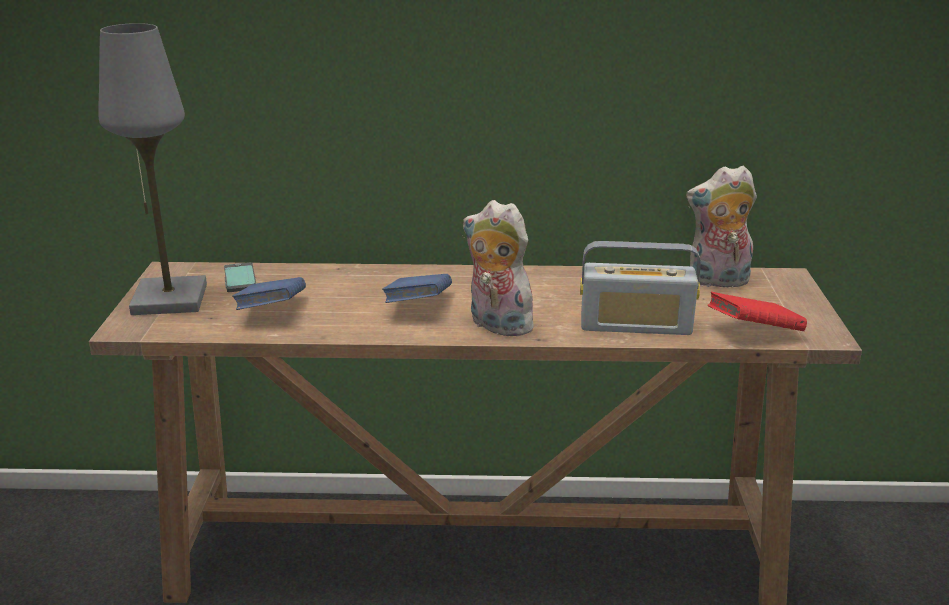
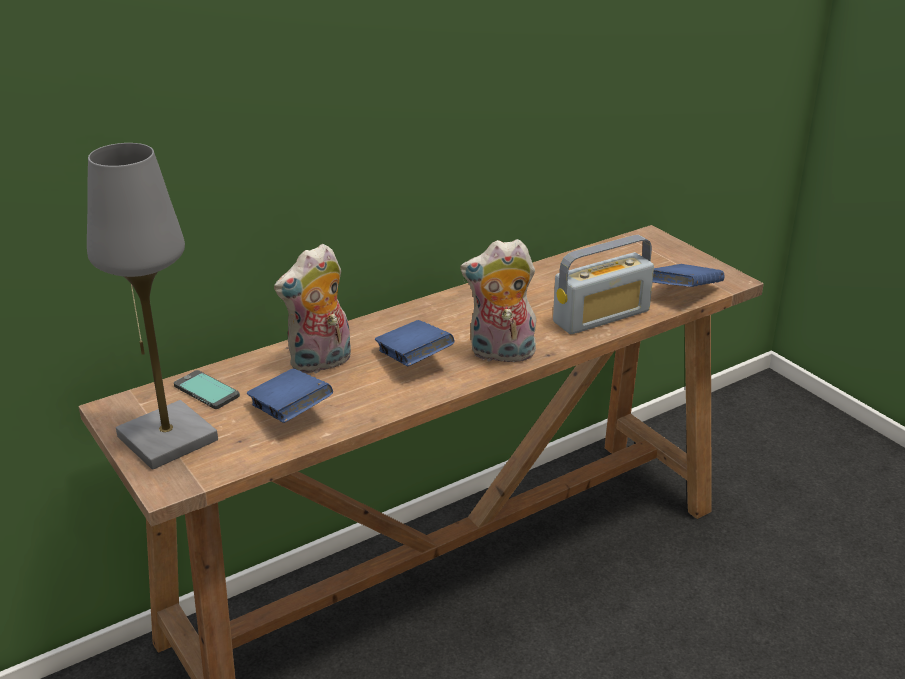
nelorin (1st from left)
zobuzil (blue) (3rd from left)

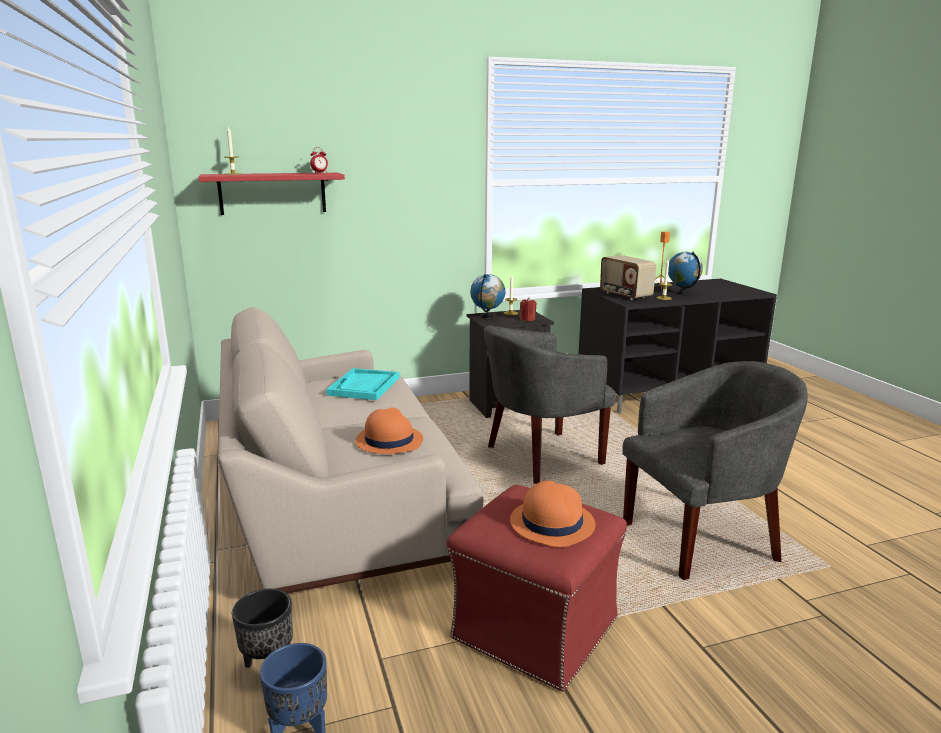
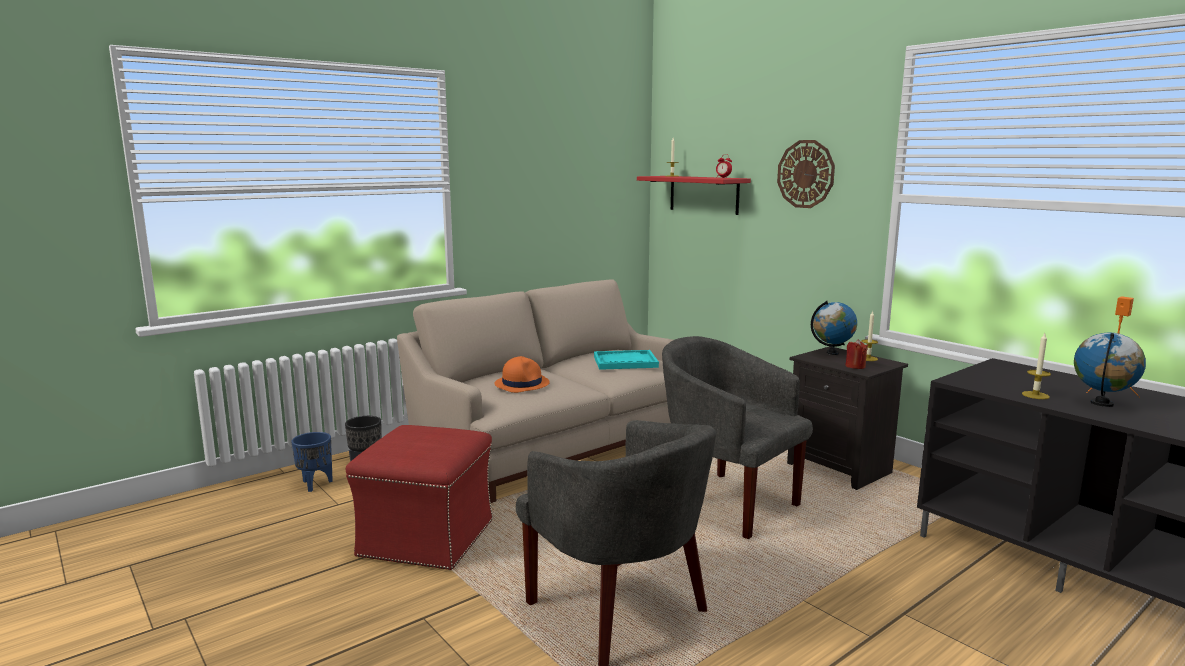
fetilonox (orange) (2nd from left in the first image)
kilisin
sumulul

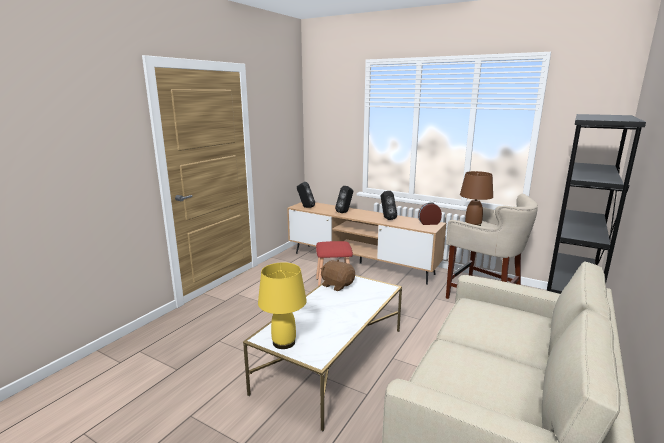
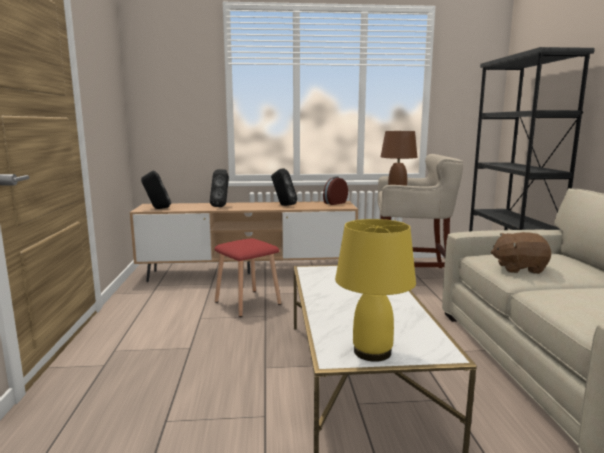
nelorin (brown)

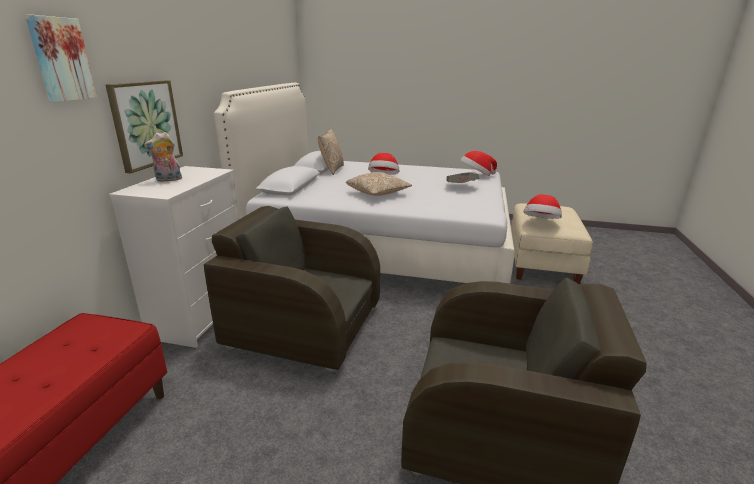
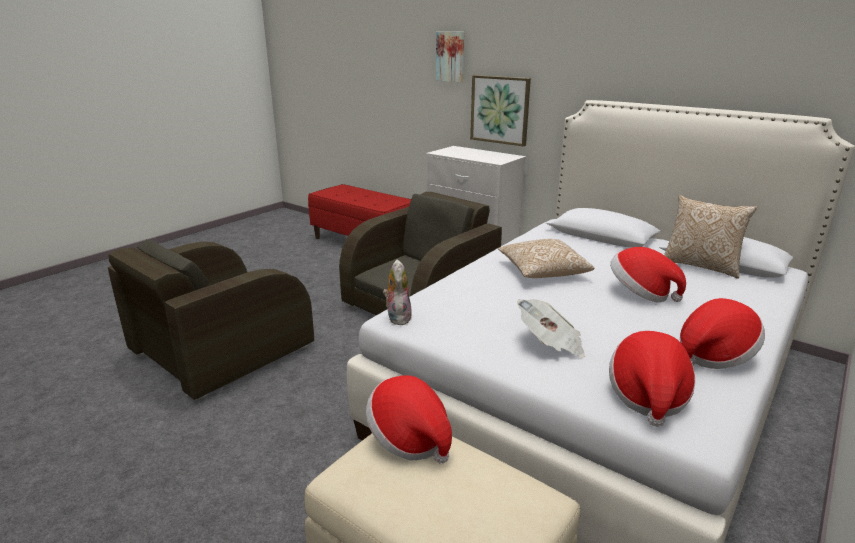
nelorin
fetilonox (4th from left)

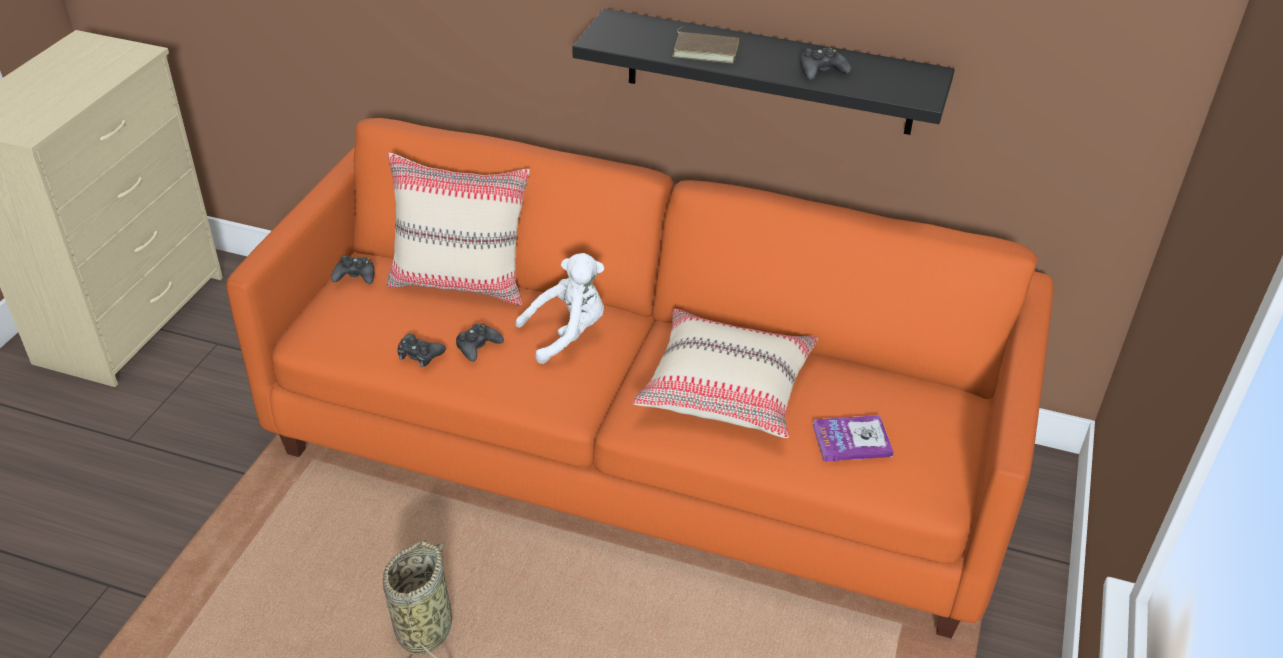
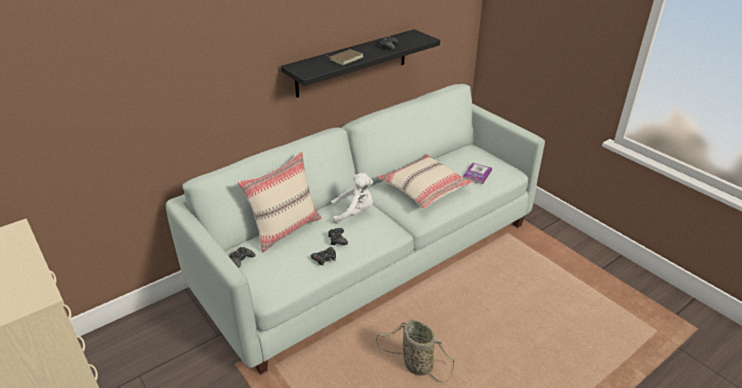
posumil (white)
nelorin (white)

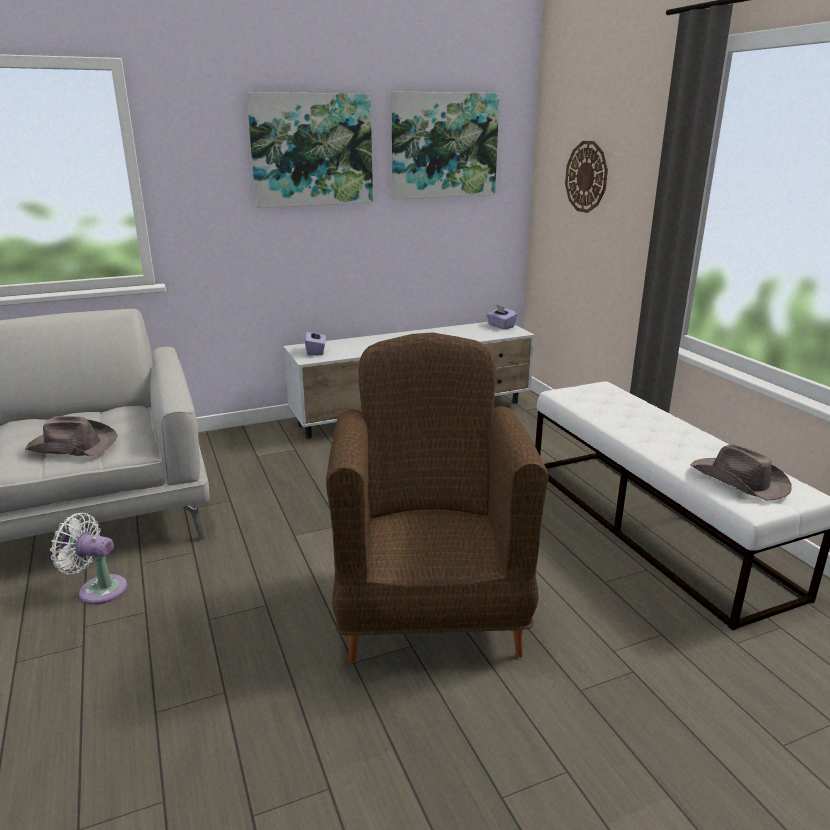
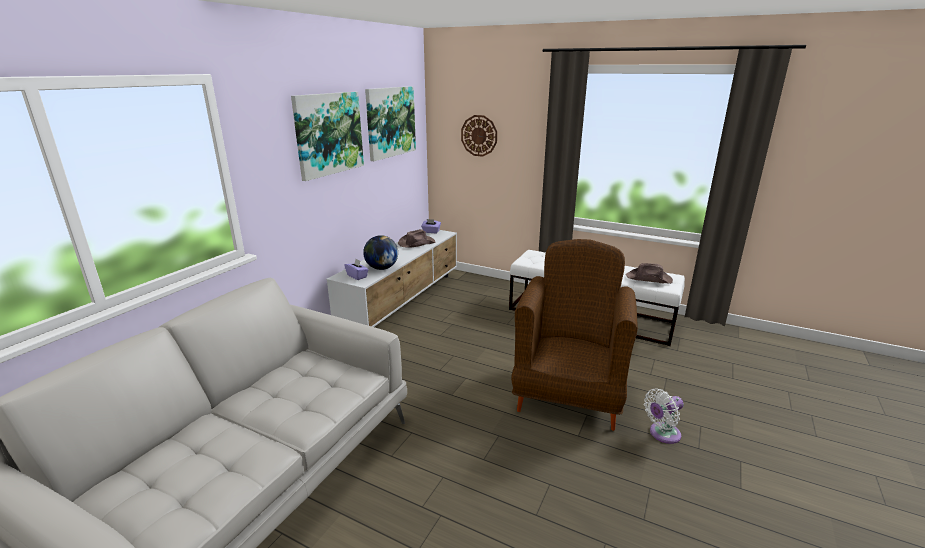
fetilonox (brown) (1st from left)
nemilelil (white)
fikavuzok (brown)
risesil

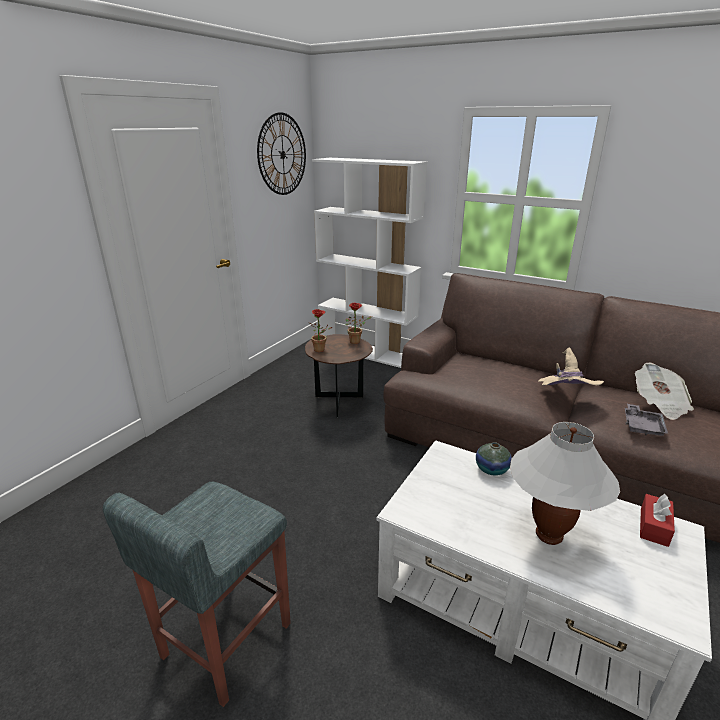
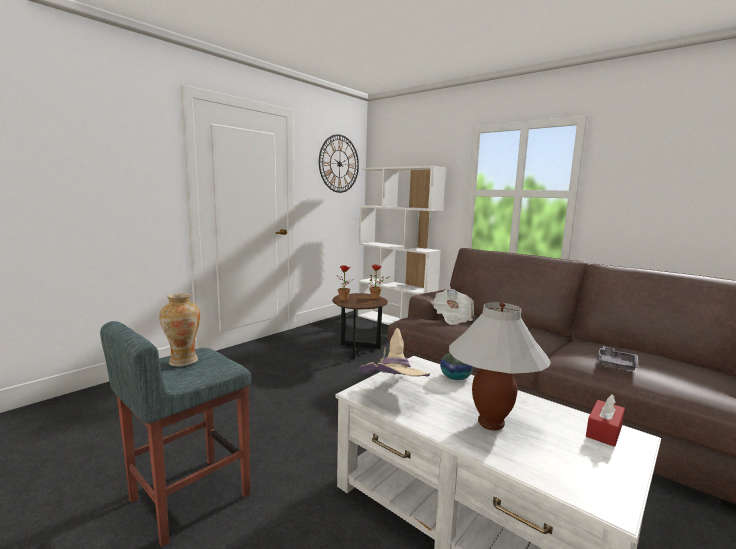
fetilonox (beige)
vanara
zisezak (1st from left)

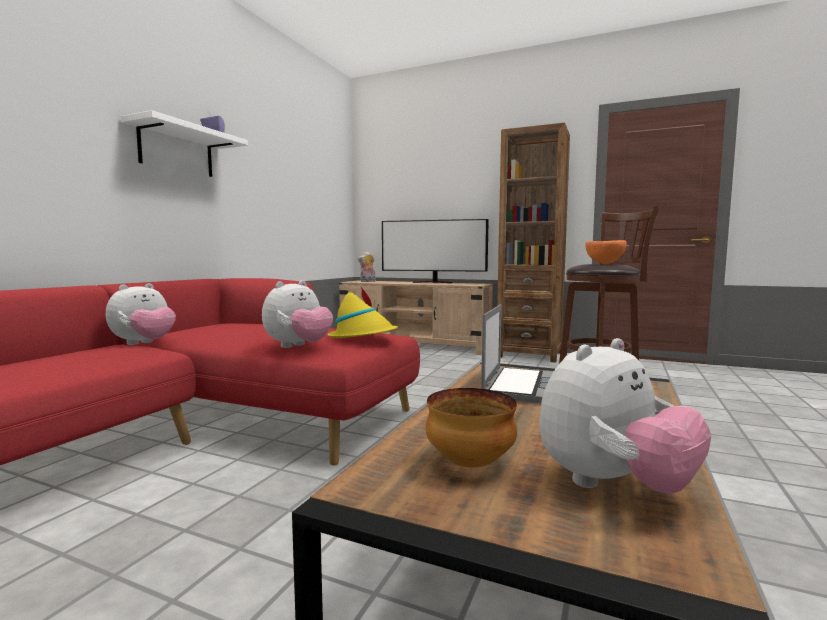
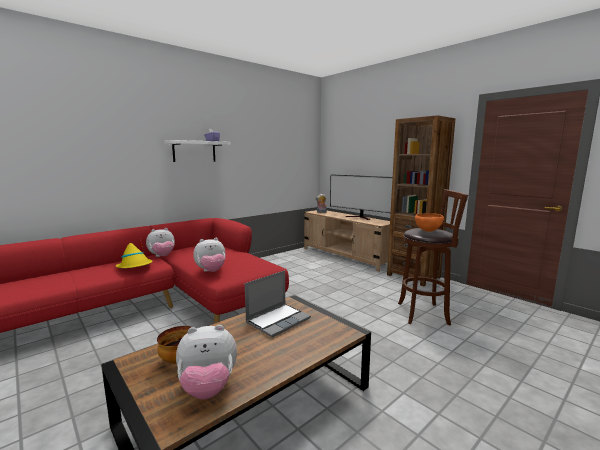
fetilonox (yellow)

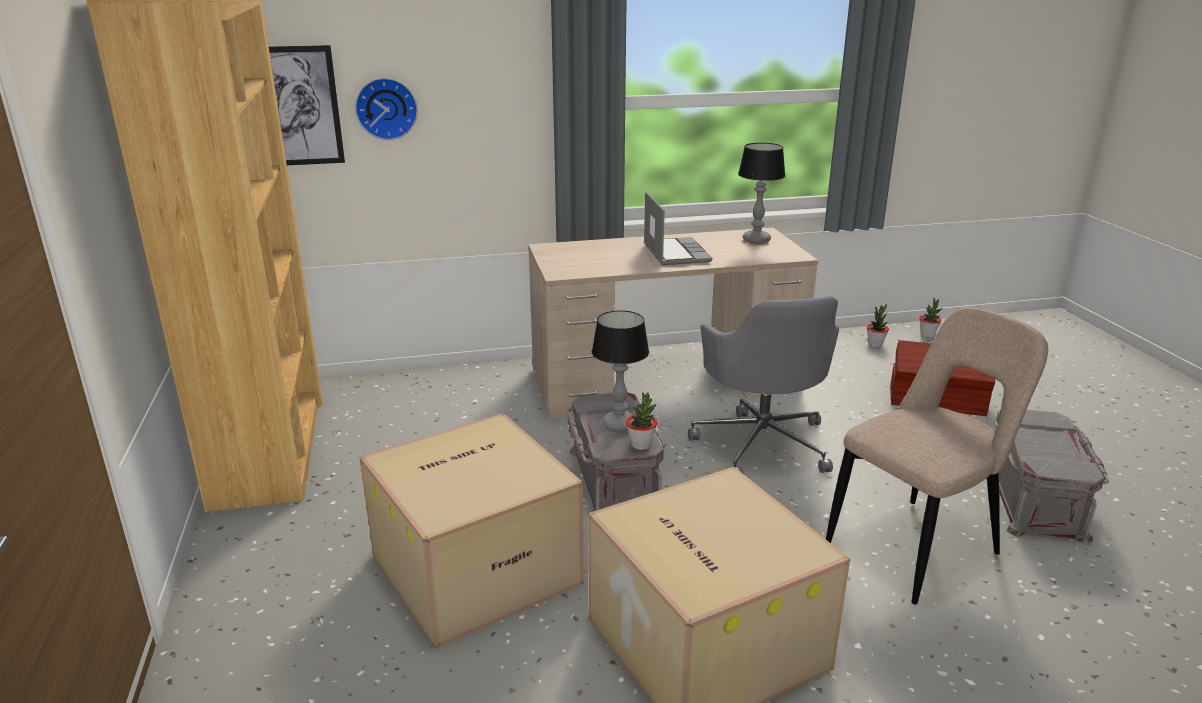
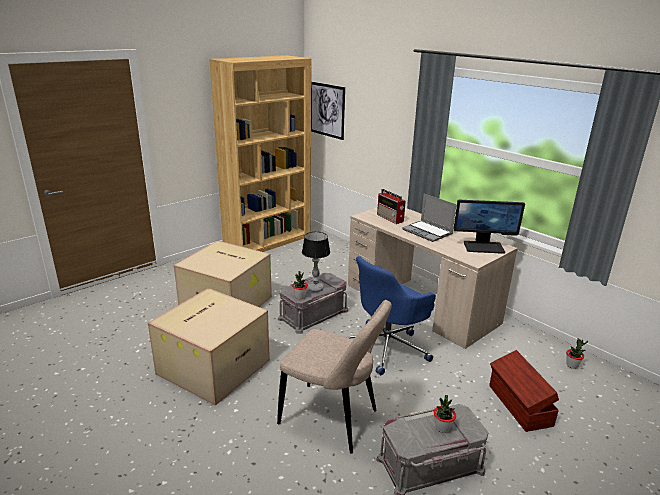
sumulul
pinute
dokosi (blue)
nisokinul
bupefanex (2nd from left)
kilisin

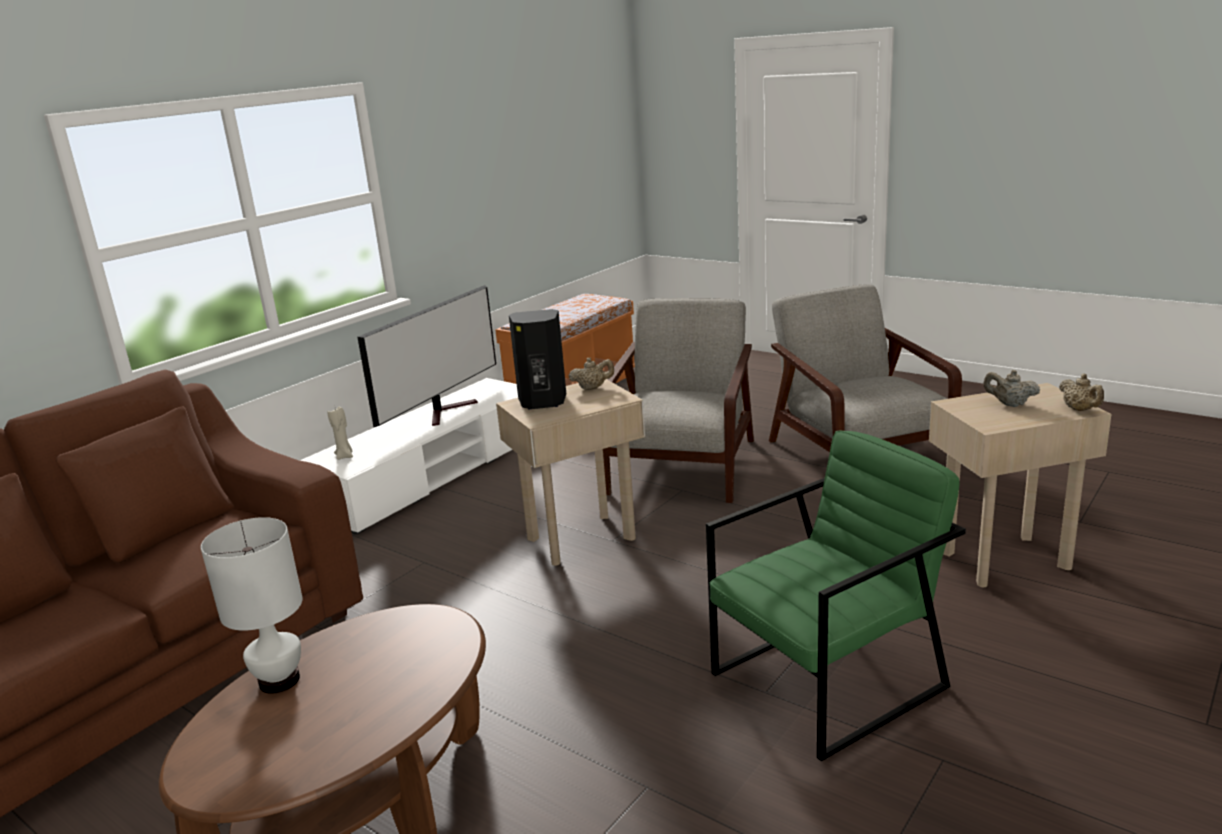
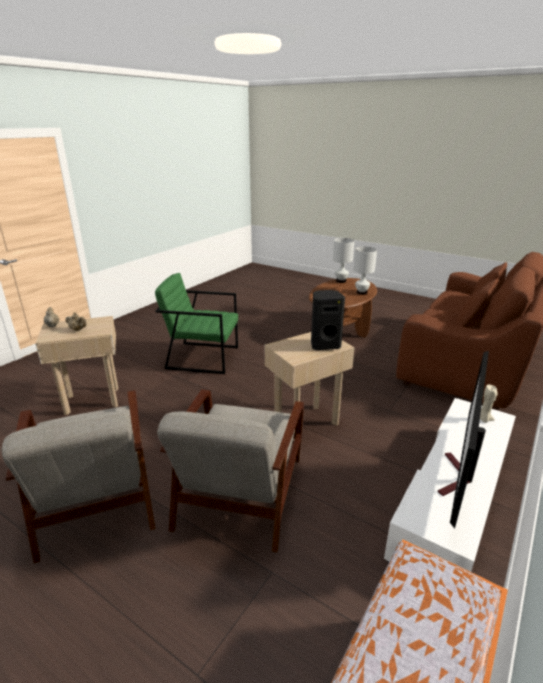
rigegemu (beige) (1st from left in the first image)
fikavuzok (green)
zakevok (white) (1st from left)

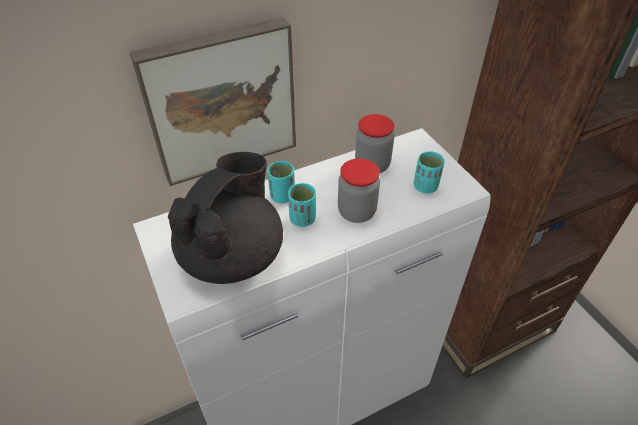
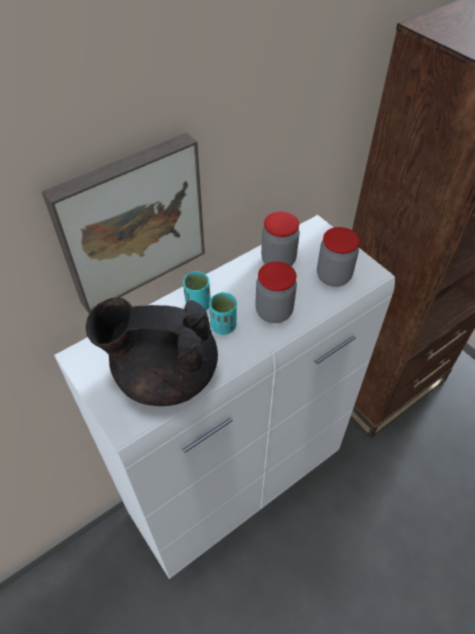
rigegemu (black)
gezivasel (3rd from left)

